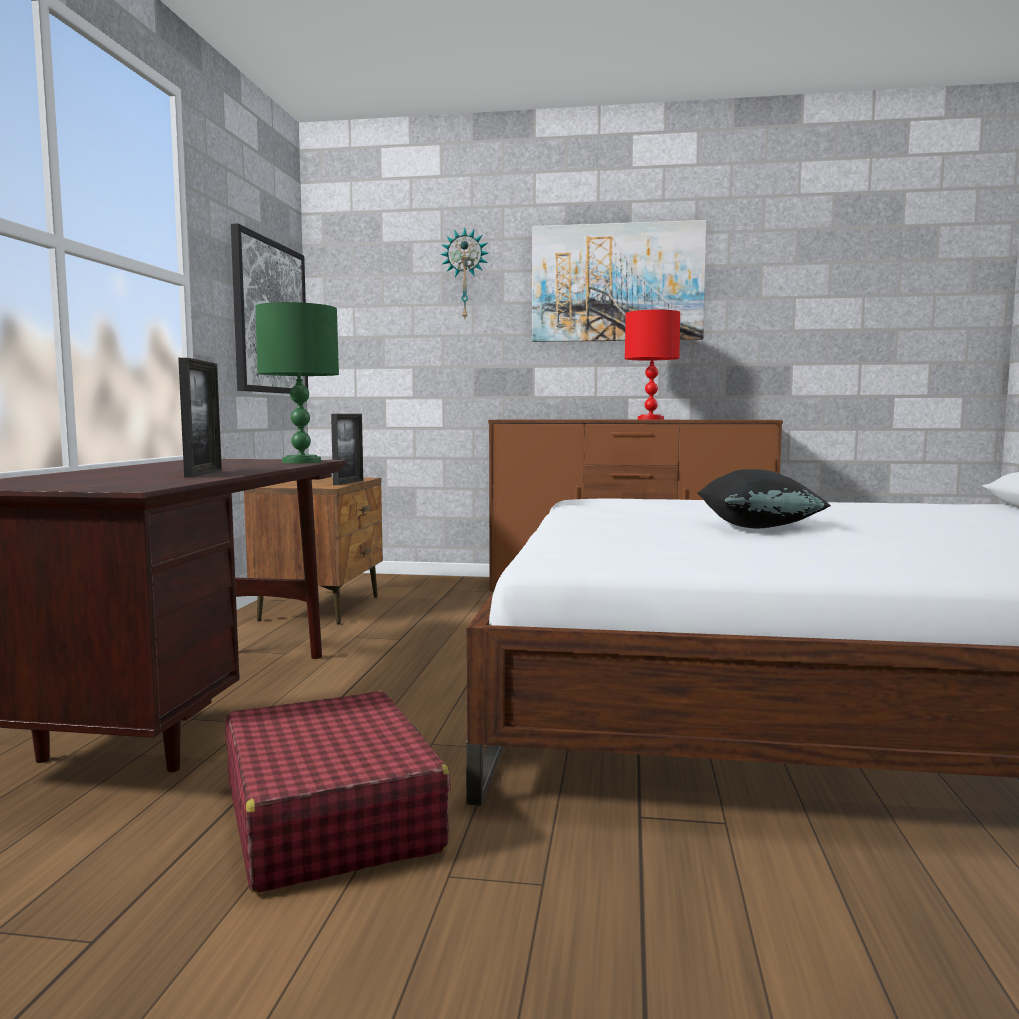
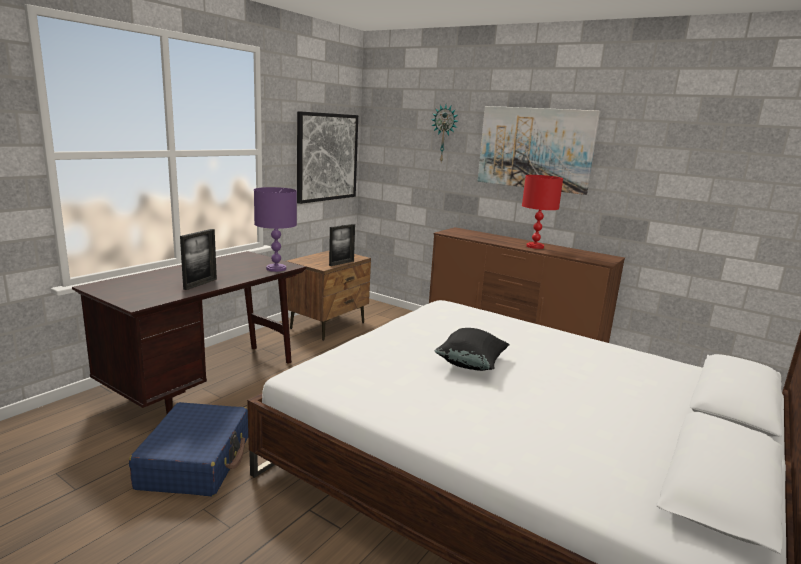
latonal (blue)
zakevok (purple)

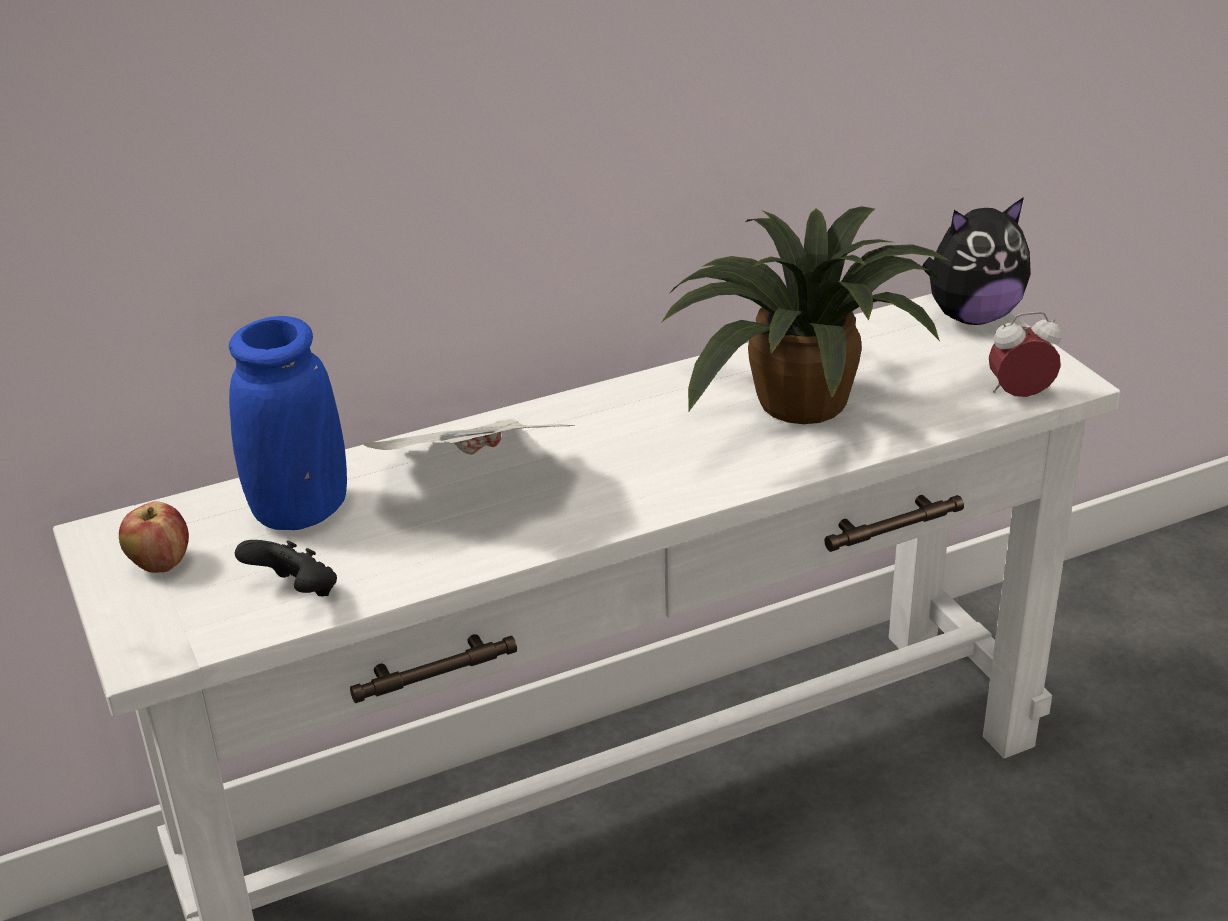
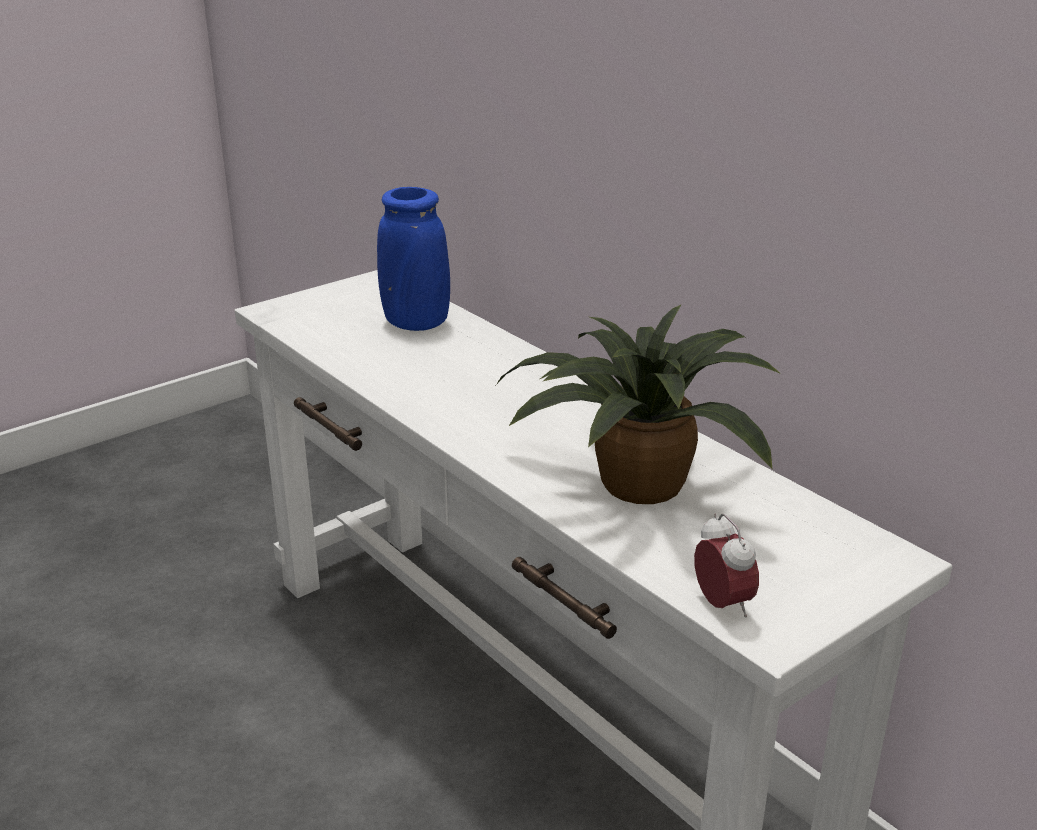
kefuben
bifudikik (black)
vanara
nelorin

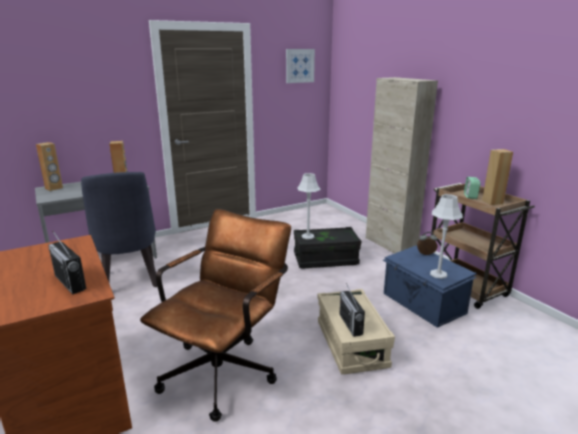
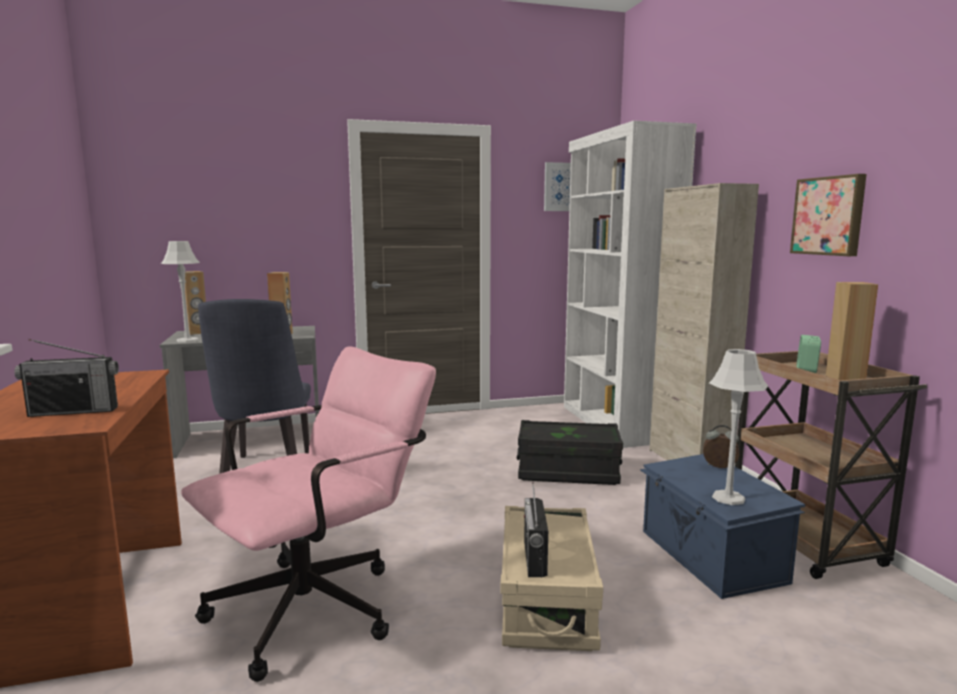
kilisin (1st from left)
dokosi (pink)
zakevok (grey) (1st from left)
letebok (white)
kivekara (2nd from left)

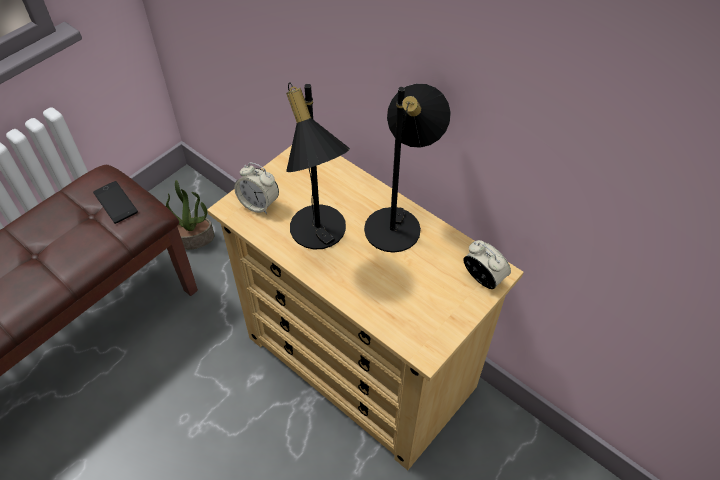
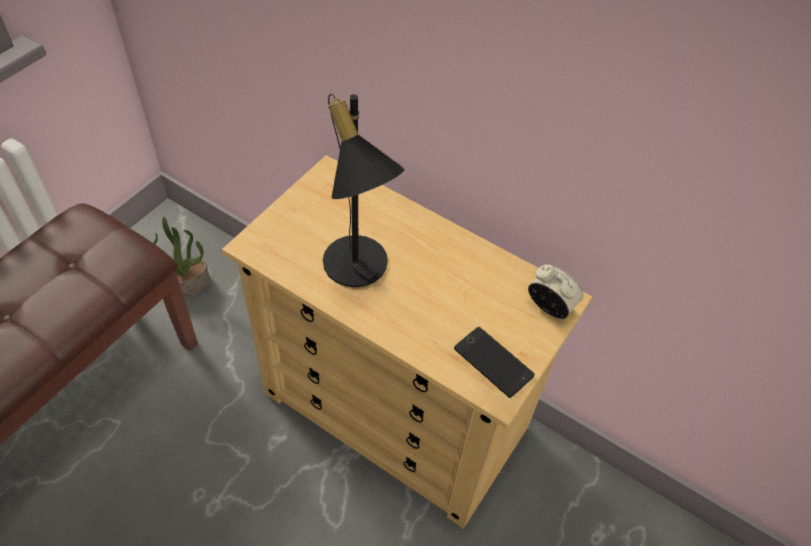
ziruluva
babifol (1st from left in the first image)
zakevok (black) (2nd from left in the first image)

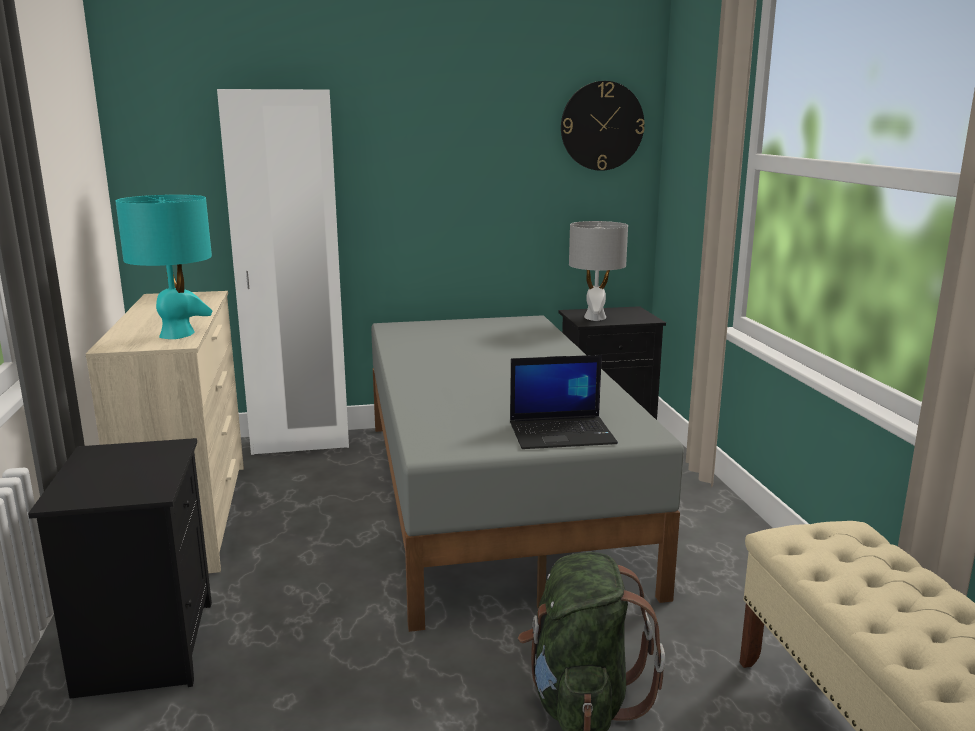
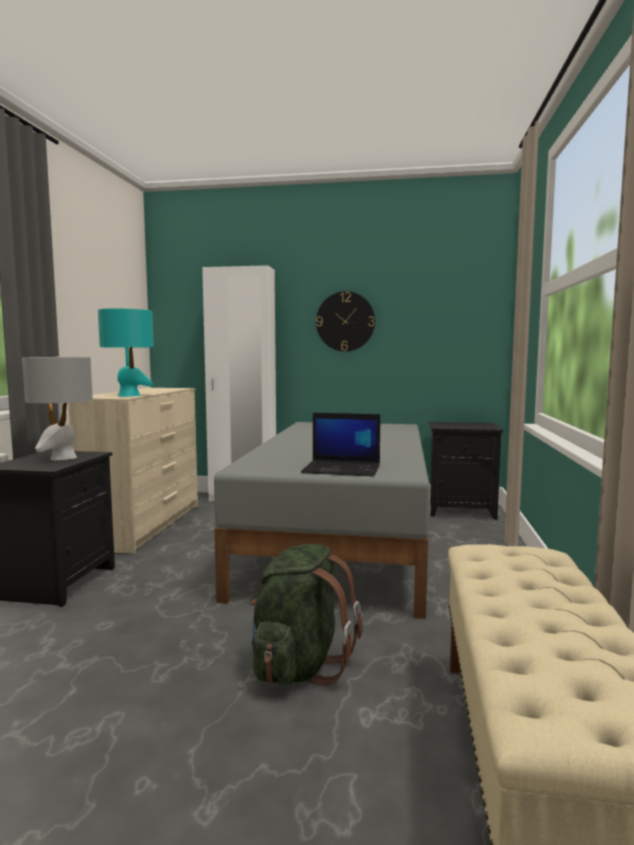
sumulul
zakevok (grey)

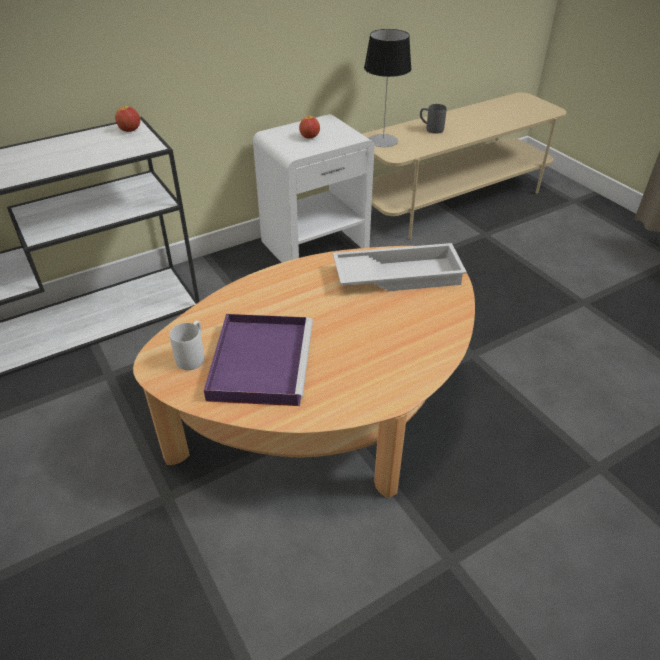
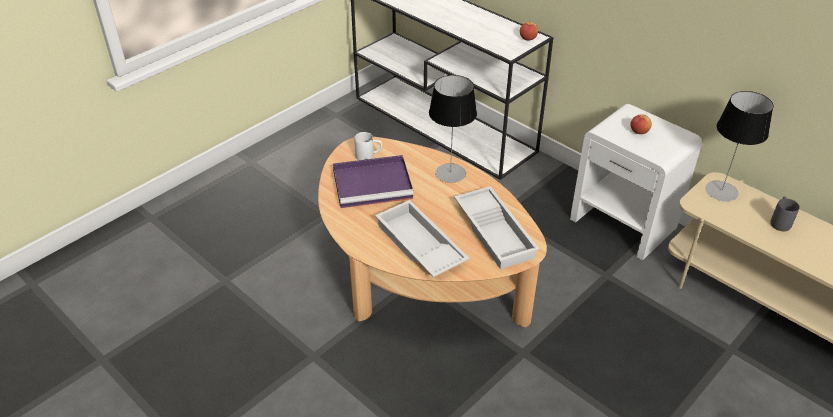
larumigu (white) (1st from left)
zakevok (1st from left)

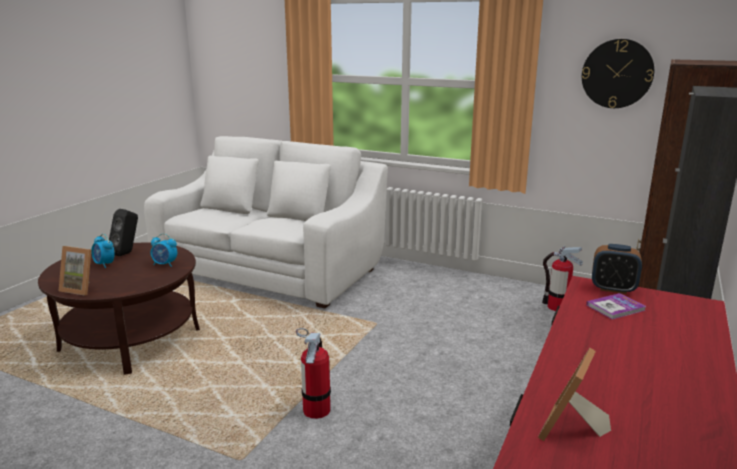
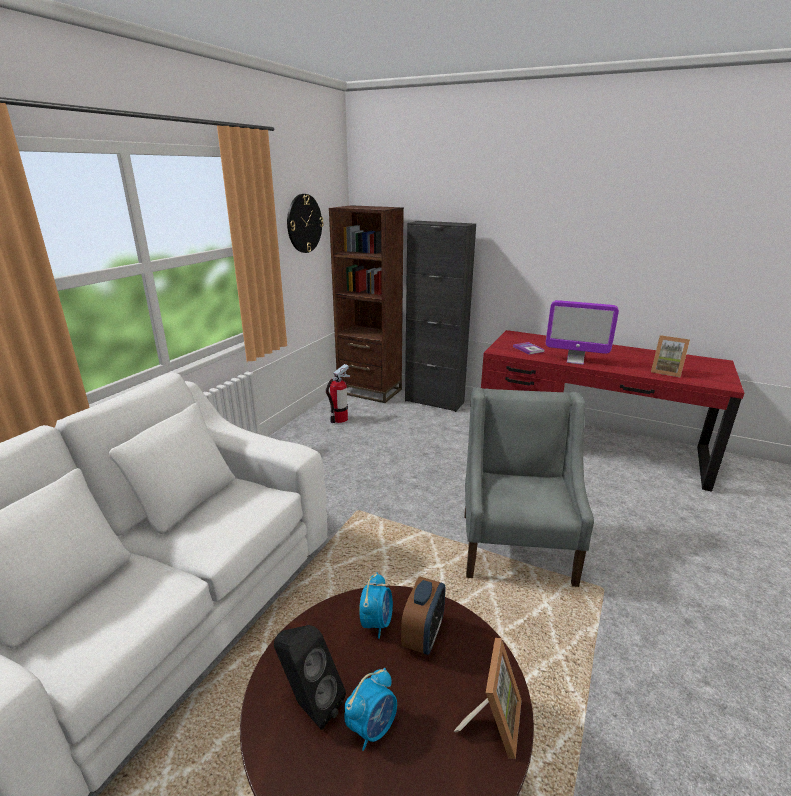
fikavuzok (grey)
babifol (3rd from left)
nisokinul

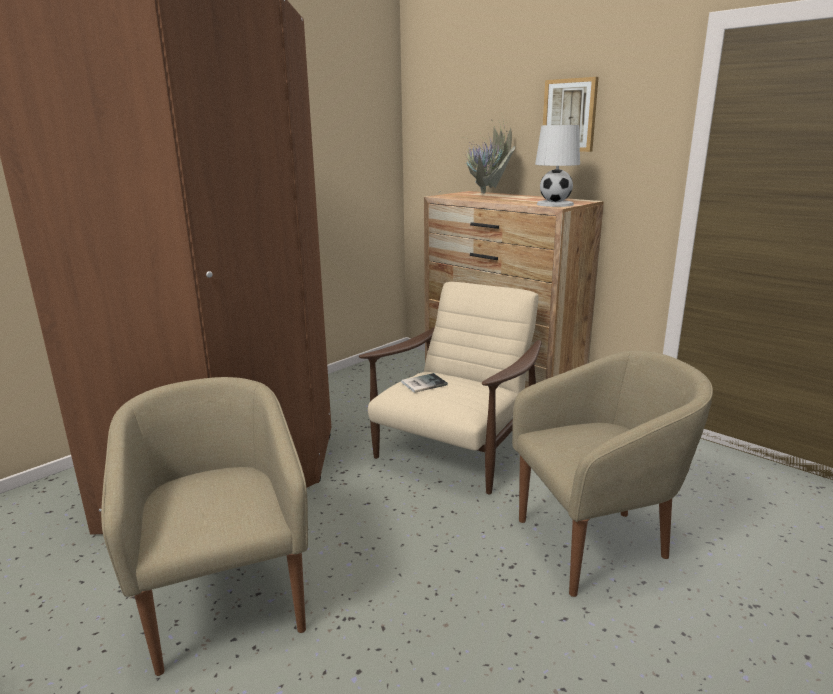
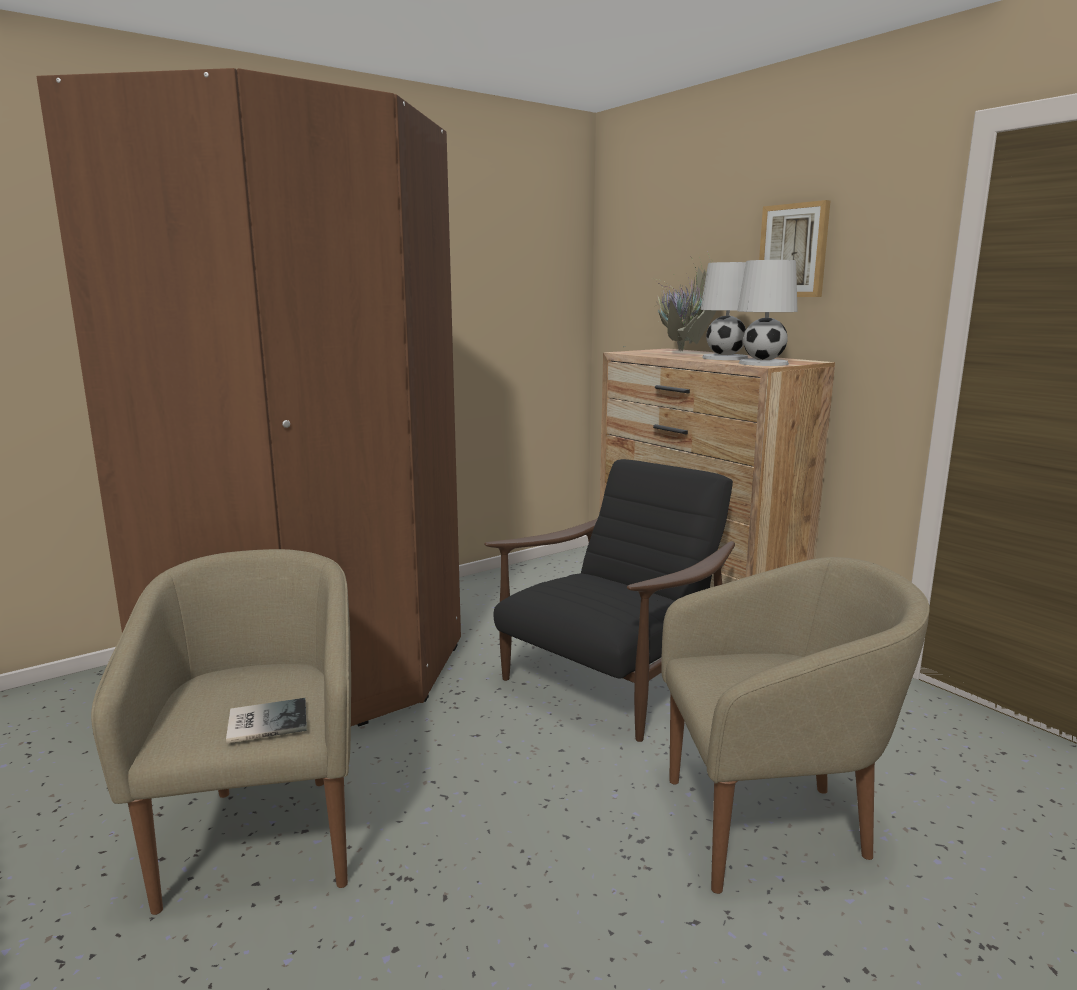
fikavuzok (black)
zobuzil
zakevok (white) (1st from left)

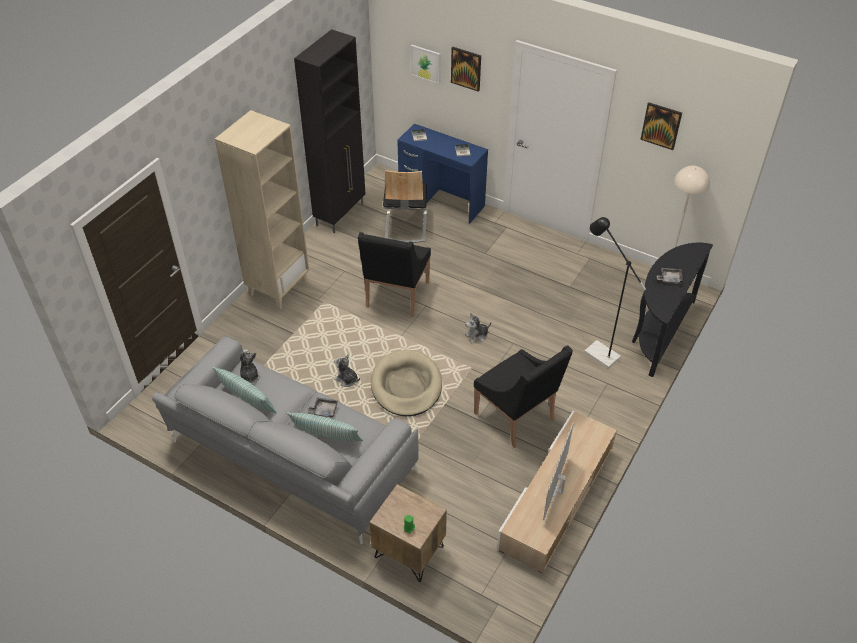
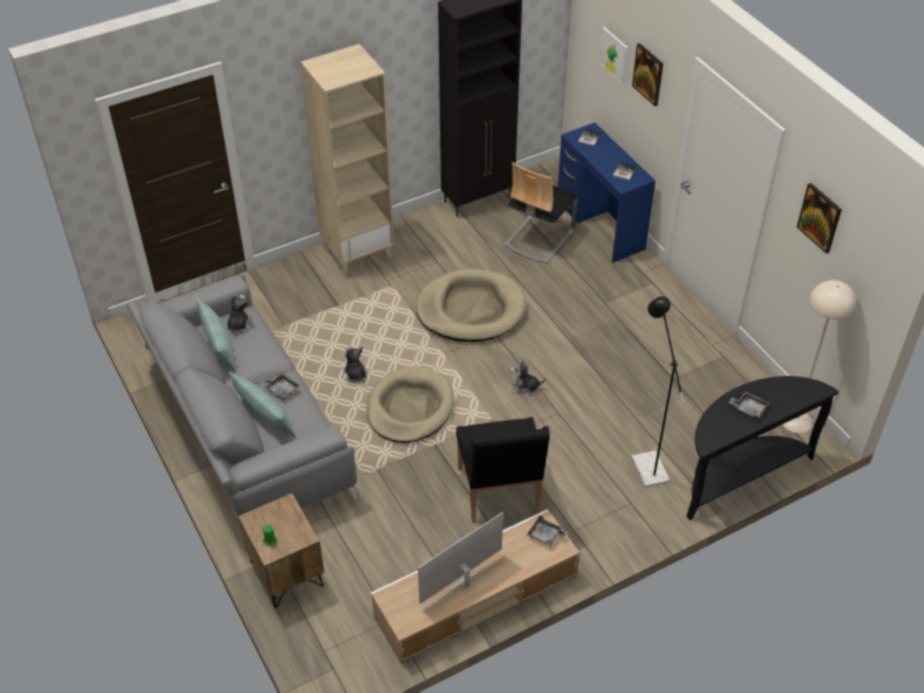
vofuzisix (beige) (2nd from left)
larumigu (grey) (2nd from left)

